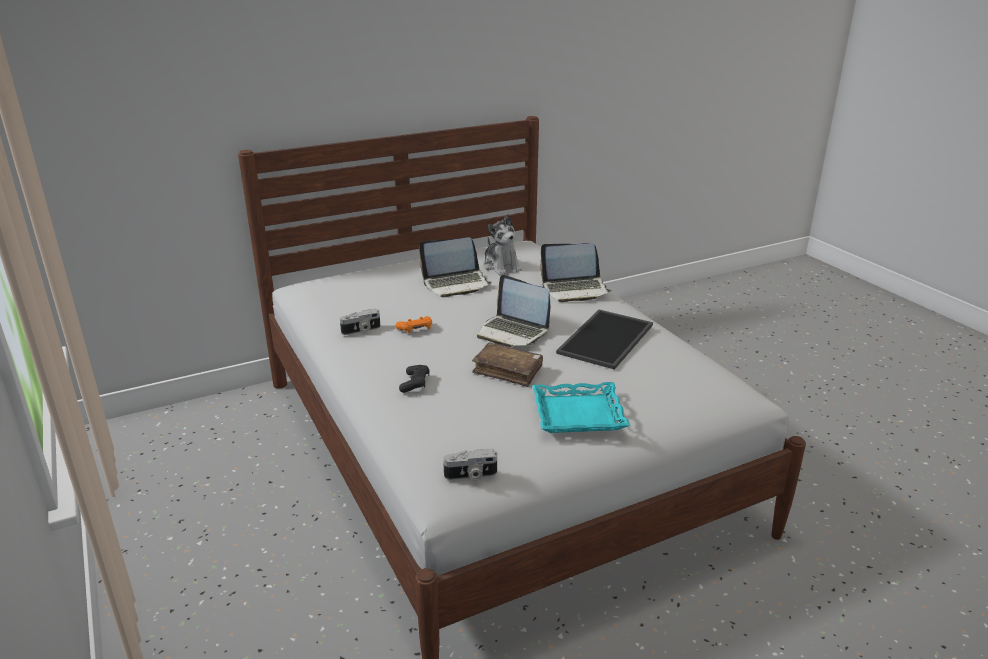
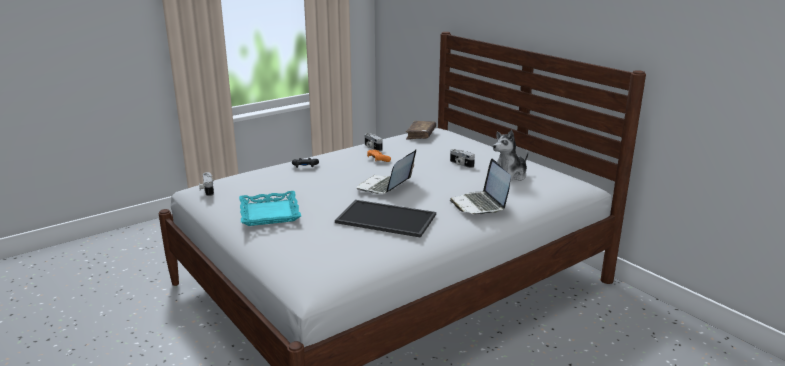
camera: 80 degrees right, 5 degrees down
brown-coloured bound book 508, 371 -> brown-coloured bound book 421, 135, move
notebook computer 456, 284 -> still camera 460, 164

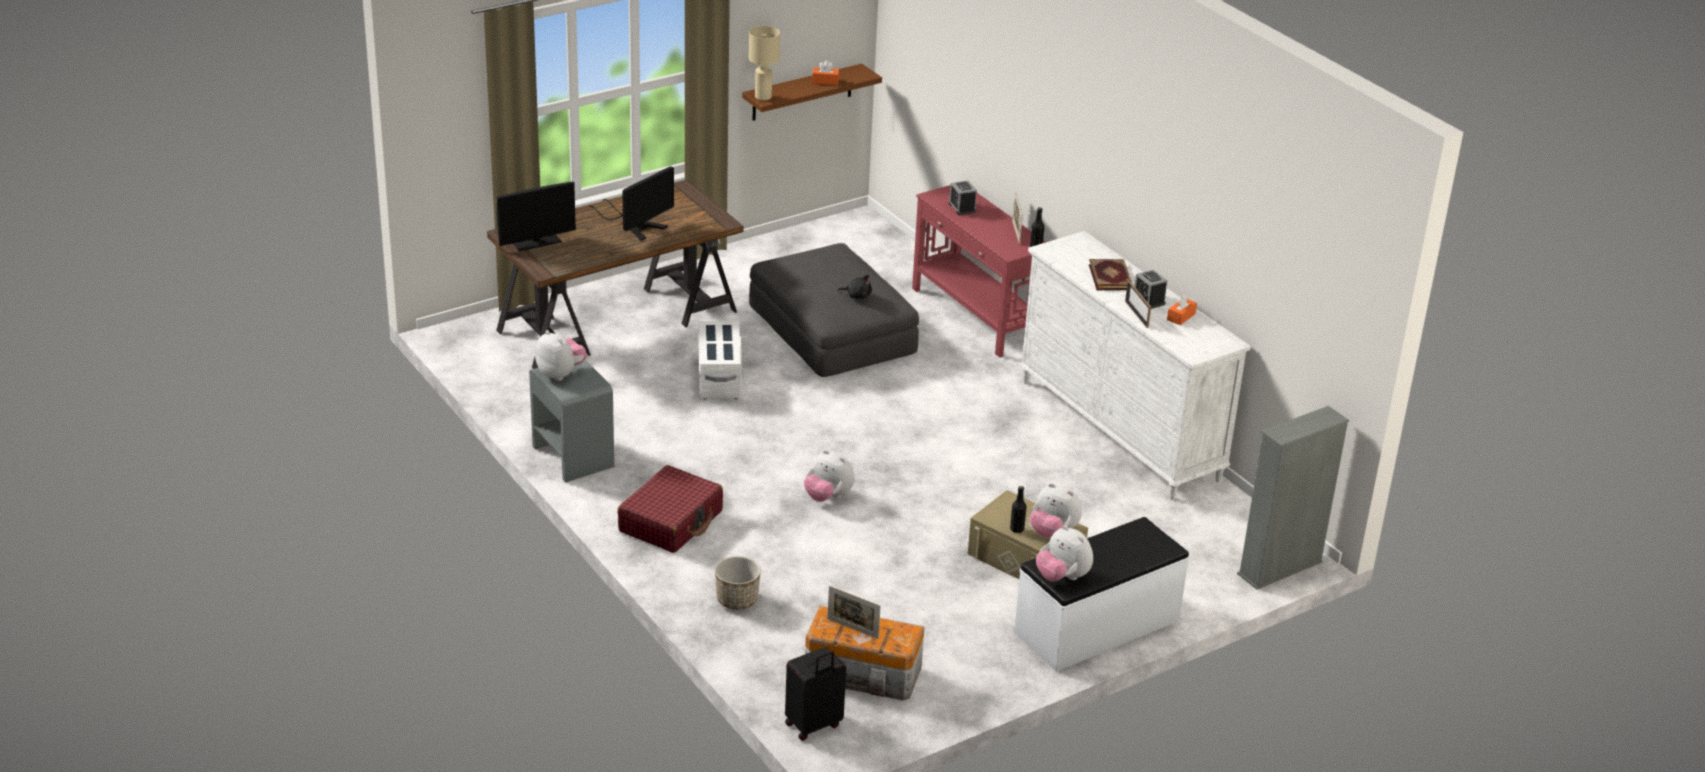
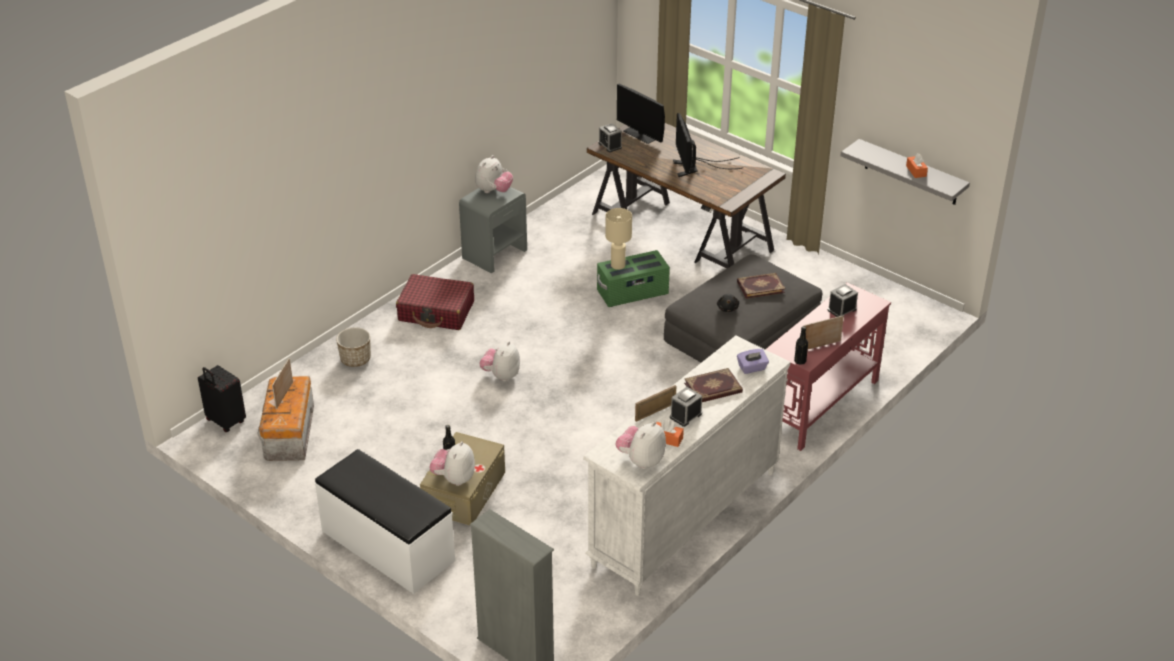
camera: 75 degrees right, 5 degrees up
white storage container 719, 378 -> green storage container 632, 293
none -> table clock 610, 145
beige-coloured tabletop lamp 763, 97 -> beige-coloured tabletop lamp 618, 265, move
soft toy 1062, 577 -> soft toy 641, 460, move
monitor 636, 225 -> monitor 695, 167, 60 degrees clockwise
none -> bound book 760, 286
none -> purple tissue box 752, 368
brown-coloured shelf 802, 92 -> greyish shelf 911, 173

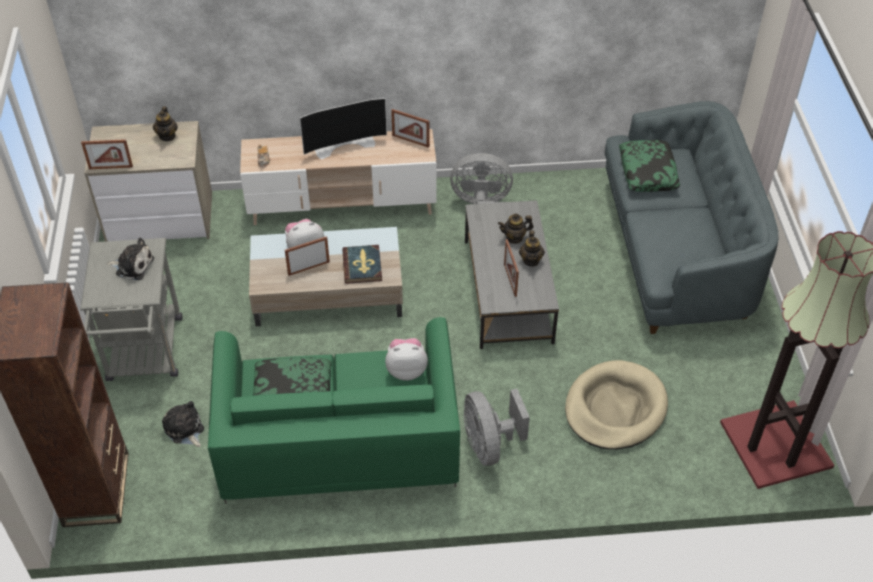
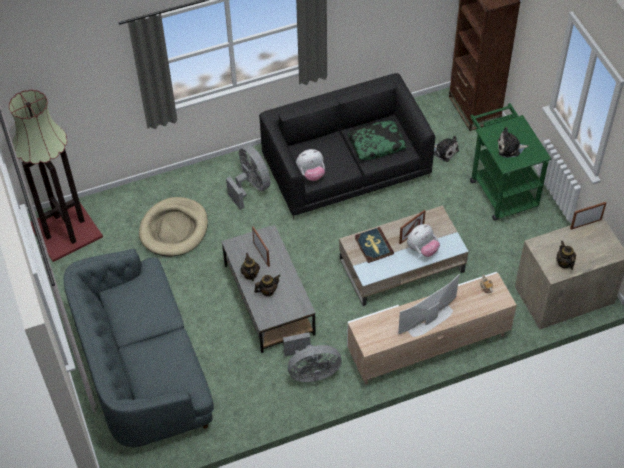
camera: 165 degrees right, 5 degrees up
green sofa 338, 441 -> black sofa 346, 167
greyish trolley 144, 355 -> green trolley 500, 189
standing frame 410, 141 -> none
throw pillow 648, 172 -> none

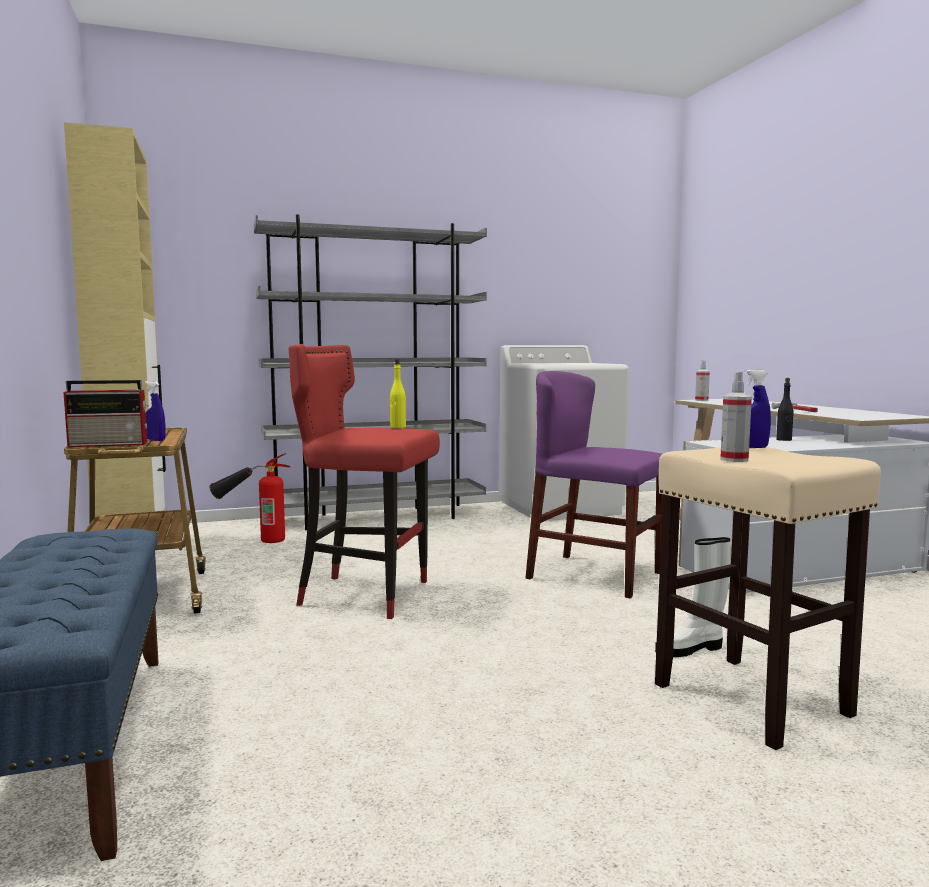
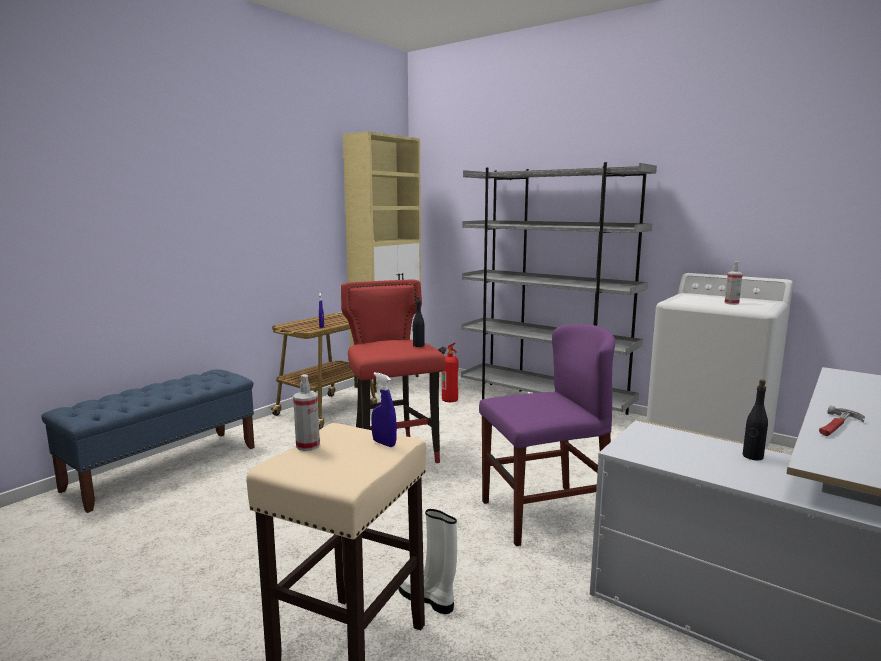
camera: 55 degrees right, 5 degrees up
yellow drink bottle 397, 427 -> black drink bottle 418, 345
purple chair 595, 575 -> purple chair 543, 514, 75 degrees clockwise
spray bottle 701, 400 -> spray bottle 731, 303, move
radio set 110, 444 -> none

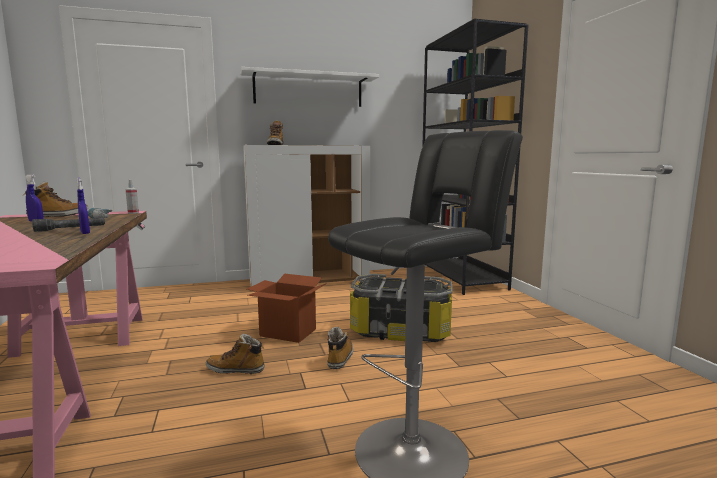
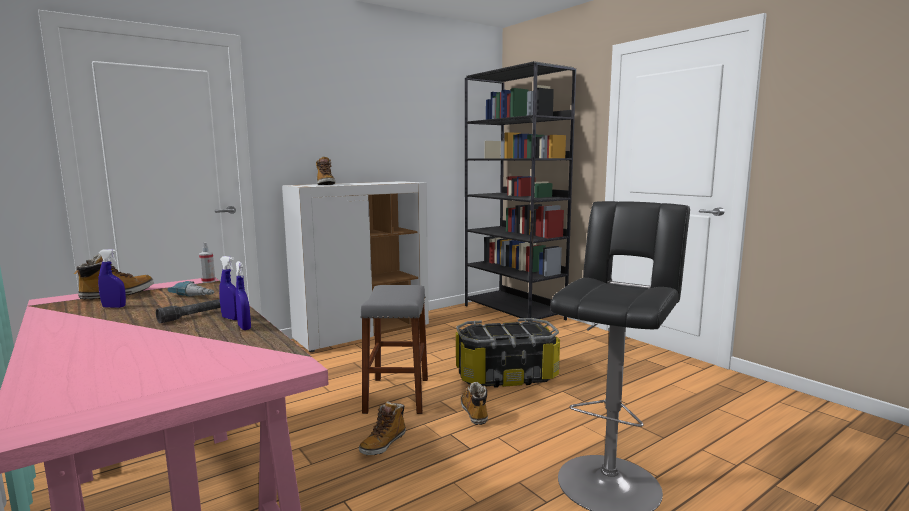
camera: 20 degrees left, 0 degrees up
none -> bluish spray bottle 244, 327
tall boot 236, 370 -> tall boot 383, 444, 45 degrees counterclockwise
carton 287, 332 -> greyish stool seat 397, 395
white shelf 308, 90 -> none

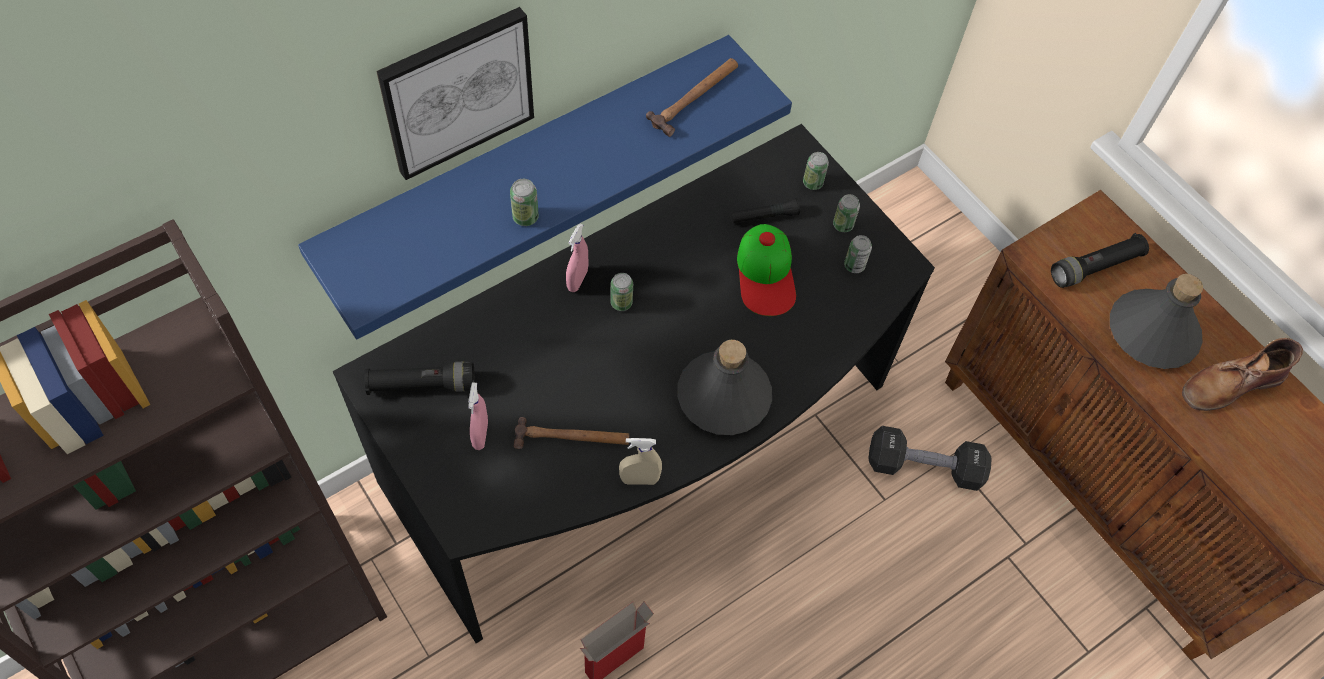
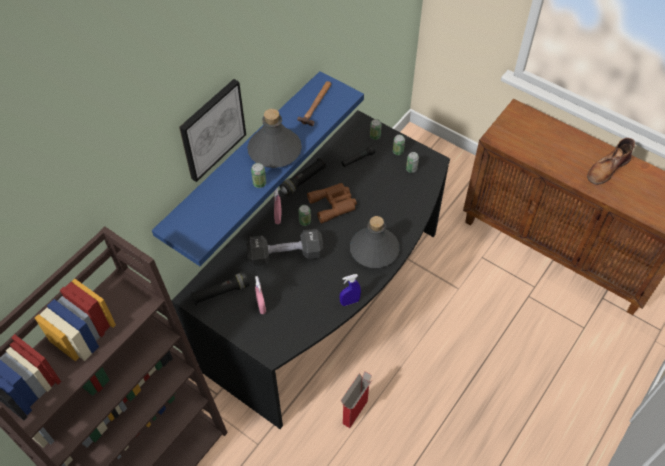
camera: 15 degrees left, 5 degrees down
black hand weight 924, 466 -> black hand weight 285, 255, move
greyish drink bottle 1151, 333 -> greyish drink bottle 274, 151, move
black torch 1095, 267 -> black torch 303, 180, move
none -> brown-coloured field glasses 334, 204
beige-coloured spray bottle 639, 479 -> bluish spray bottle 349, 302
hammer 572, 438 -> none
baseball cap 766, 274 -> none

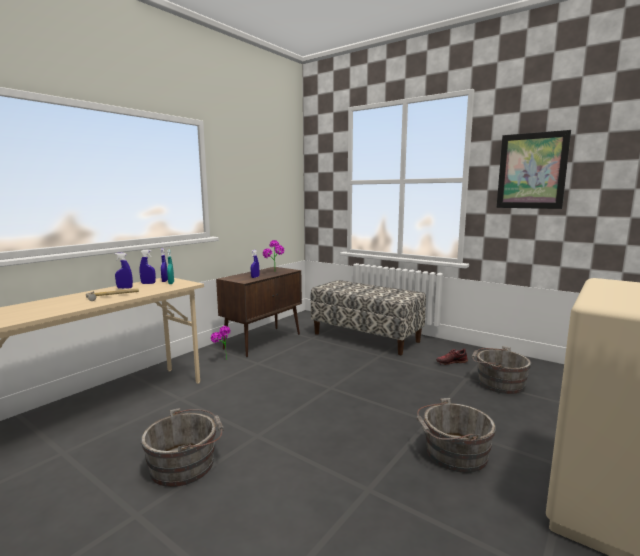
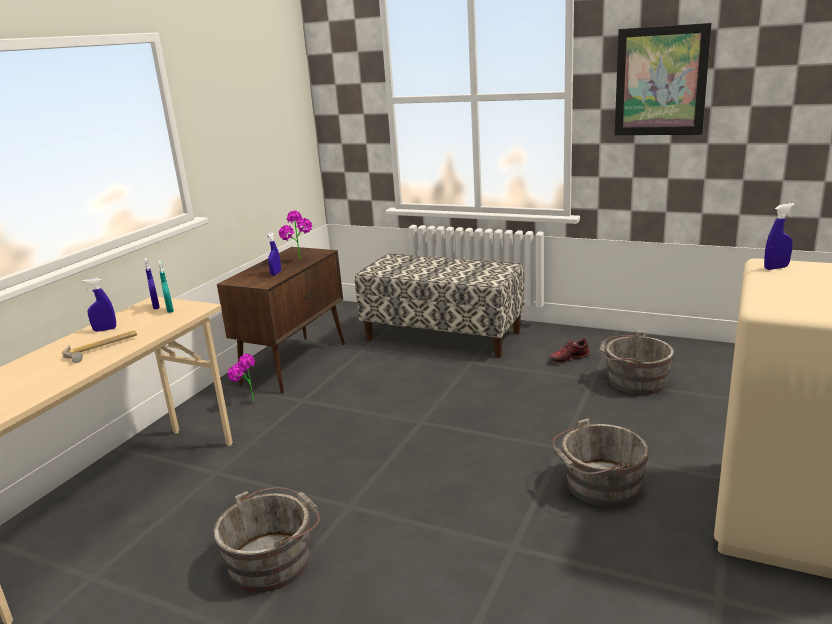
camera: 10 degrees left, 10 degrees up
bluish spray bottle 148, 283 -> bluish spray bottle 776, 268, move

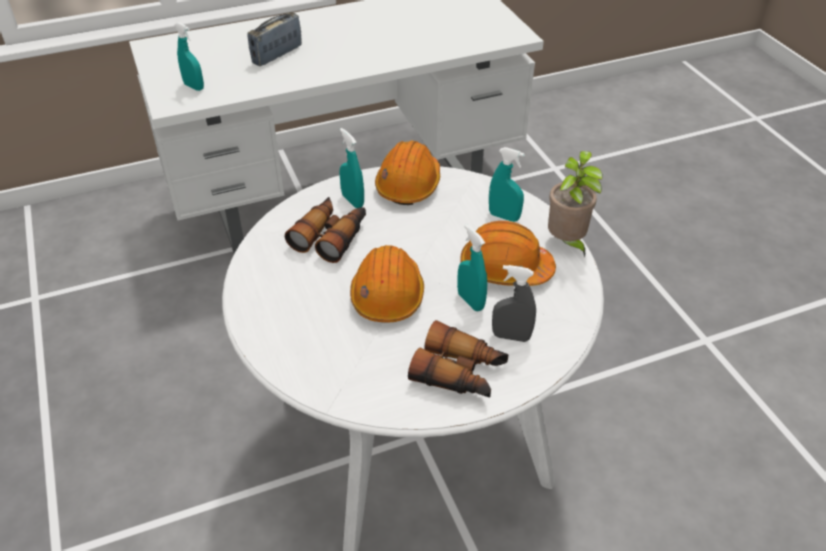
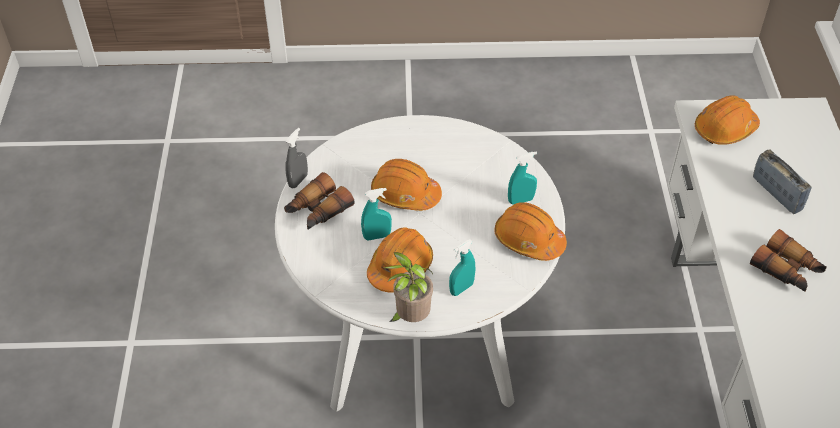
camera: 110 degrees right, 5 degrees up
greyish spray bottle 511, 336 -> greyish spray bottle 298, 181, move
turquoise-coloured spray bottle 194, 87 -> orangey hard hat 724, 129
field glasses 331, 236 -> field glasses 787, 270, move

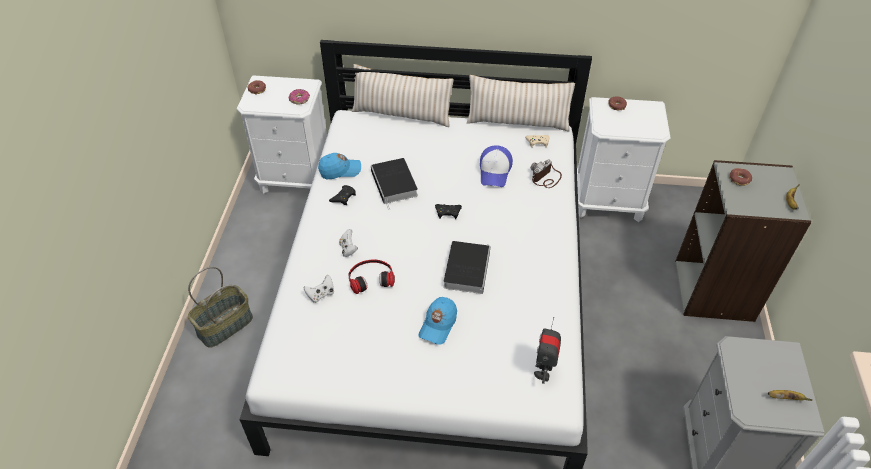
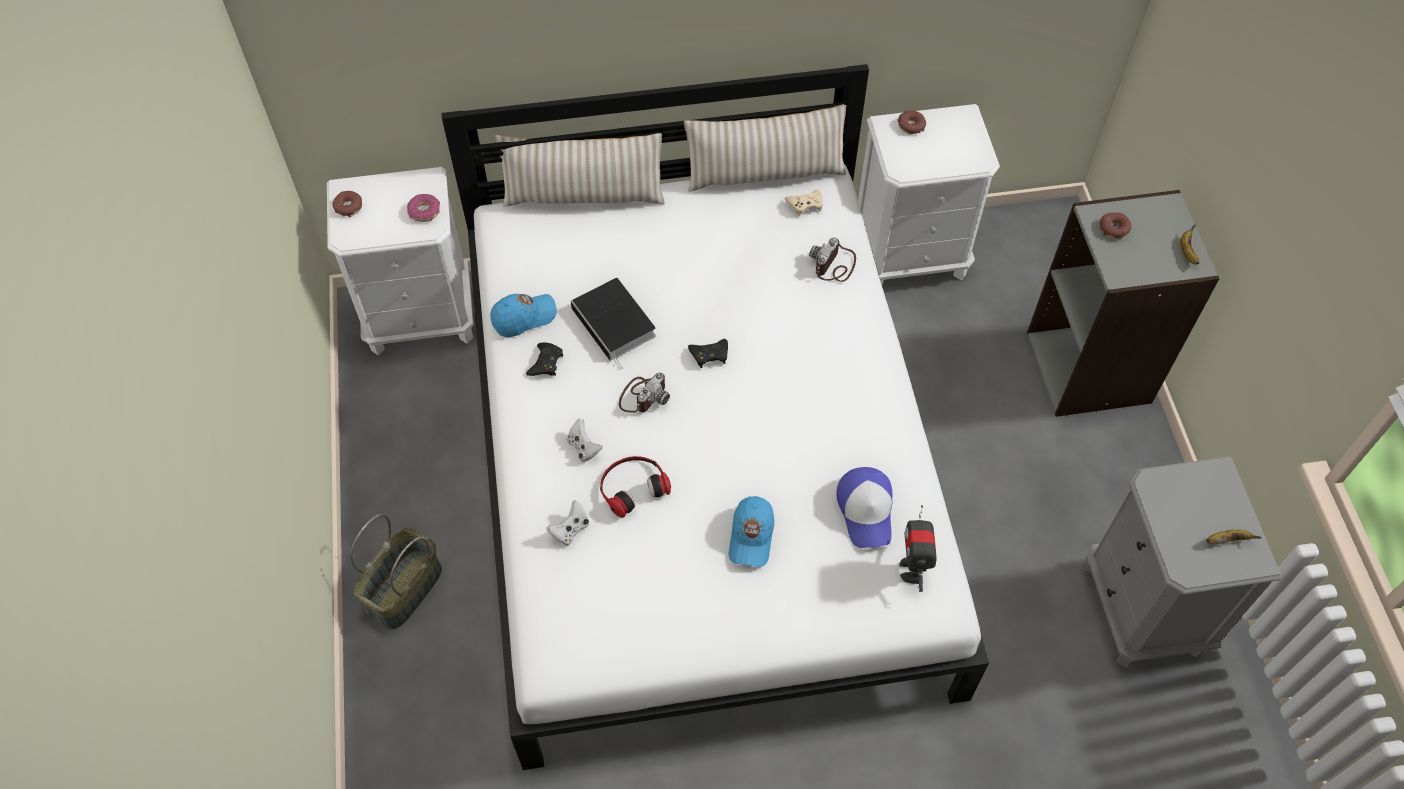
camera: 15 degrees left, 10 degrees up
none -> still camera 643, 395
baseball cap 495, 171 -> baseball cap 866, 510, move
bound book 466, 268 -> none

